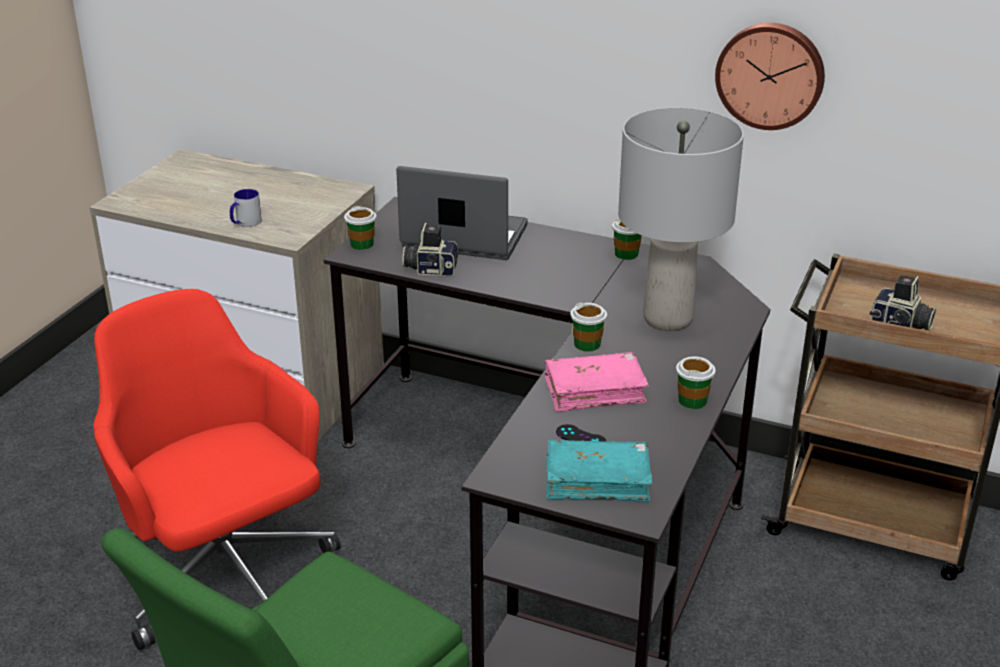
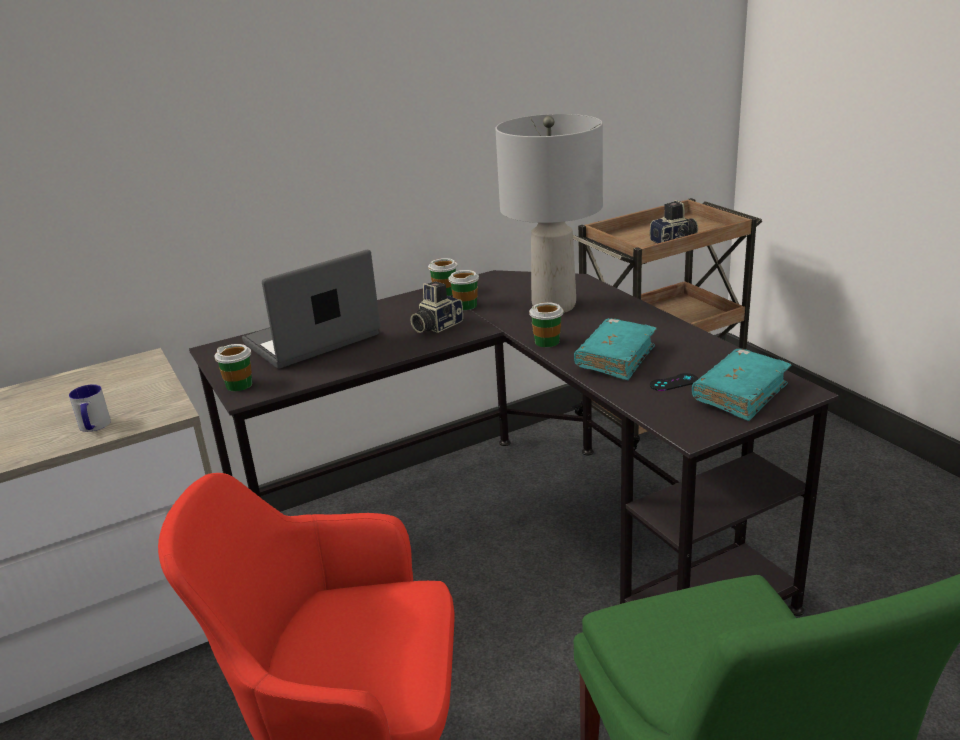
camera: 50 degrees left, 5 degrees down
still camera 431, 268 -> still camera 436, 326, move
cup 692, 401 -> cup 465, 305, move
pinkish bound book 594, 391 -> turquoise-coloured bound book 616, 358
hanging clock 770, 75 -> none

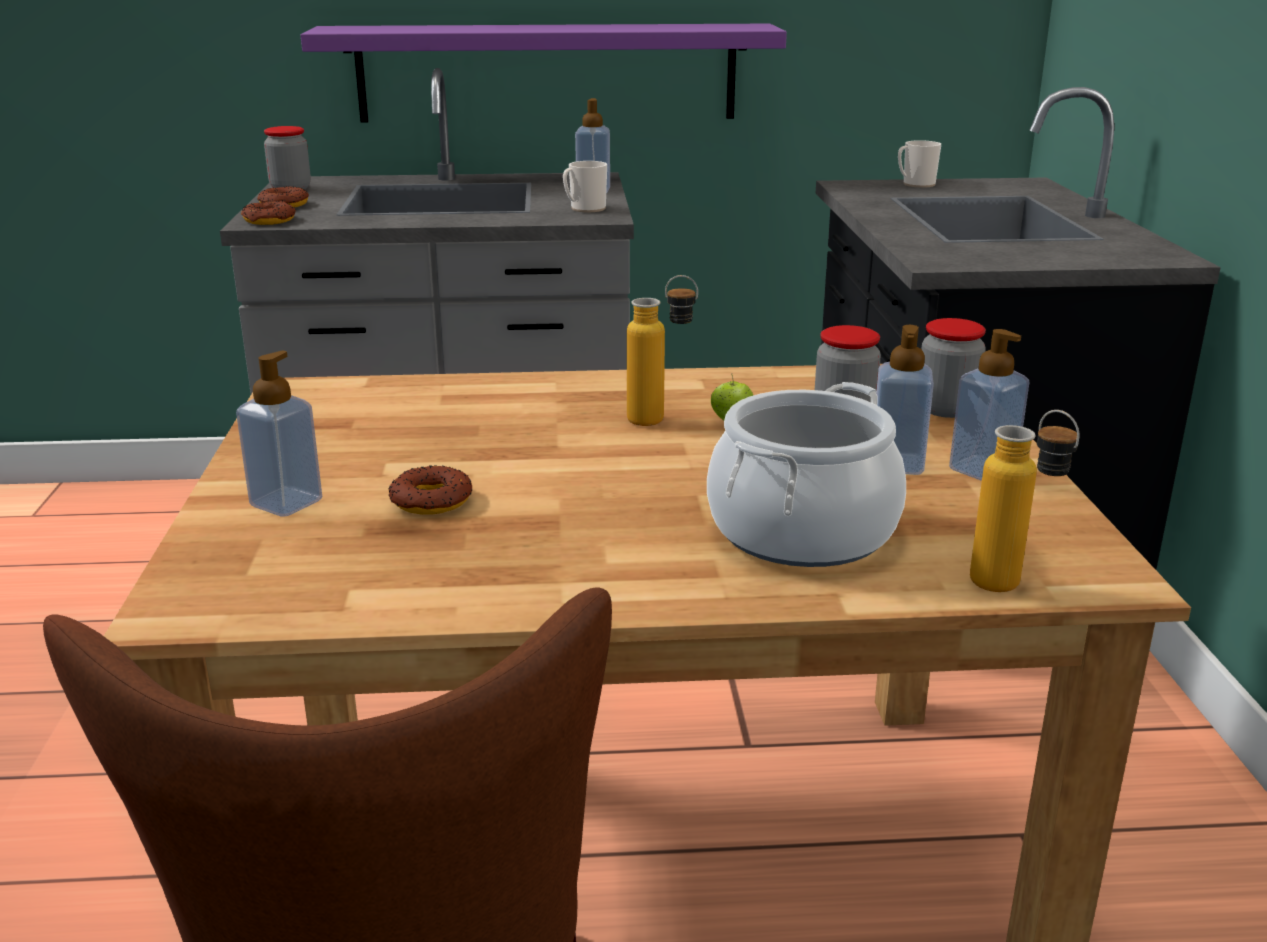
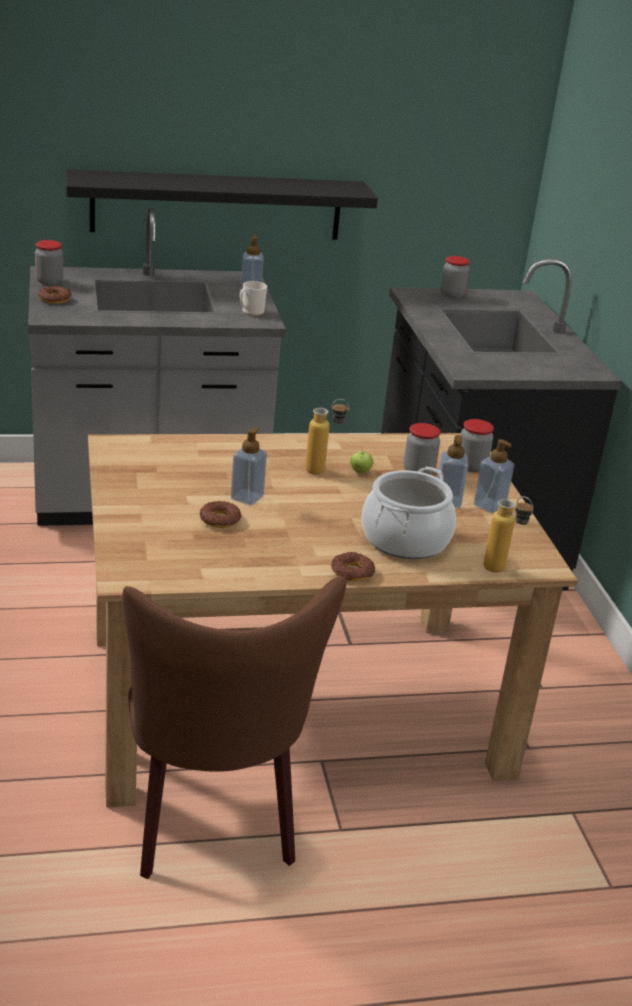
camera: 10 degrees left, 5 degrees up
purple shelf 547, 73 -> black shelf 217, 205
liquid soap bottle 286, 503 -> liquid soap bottle 247, 498, move
donut 269, 220 -> donut 352, 572, move
tea mug 915, 184 -> storage jar 452, 295

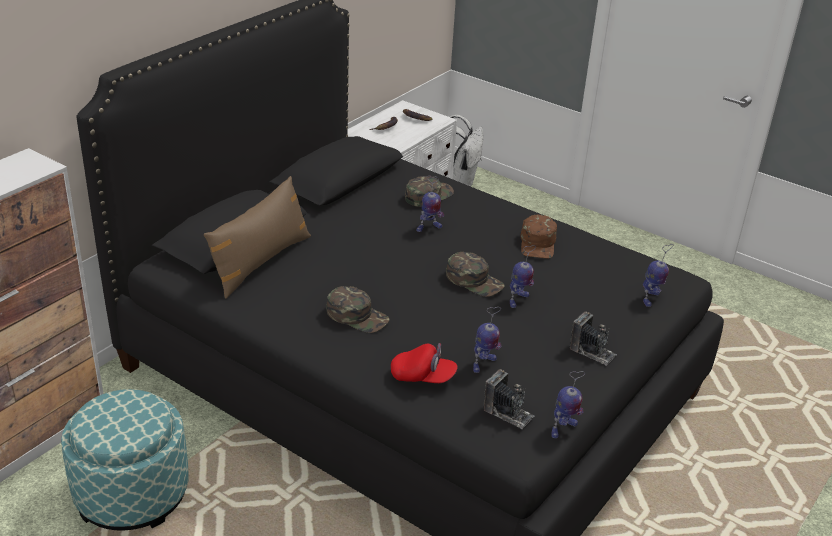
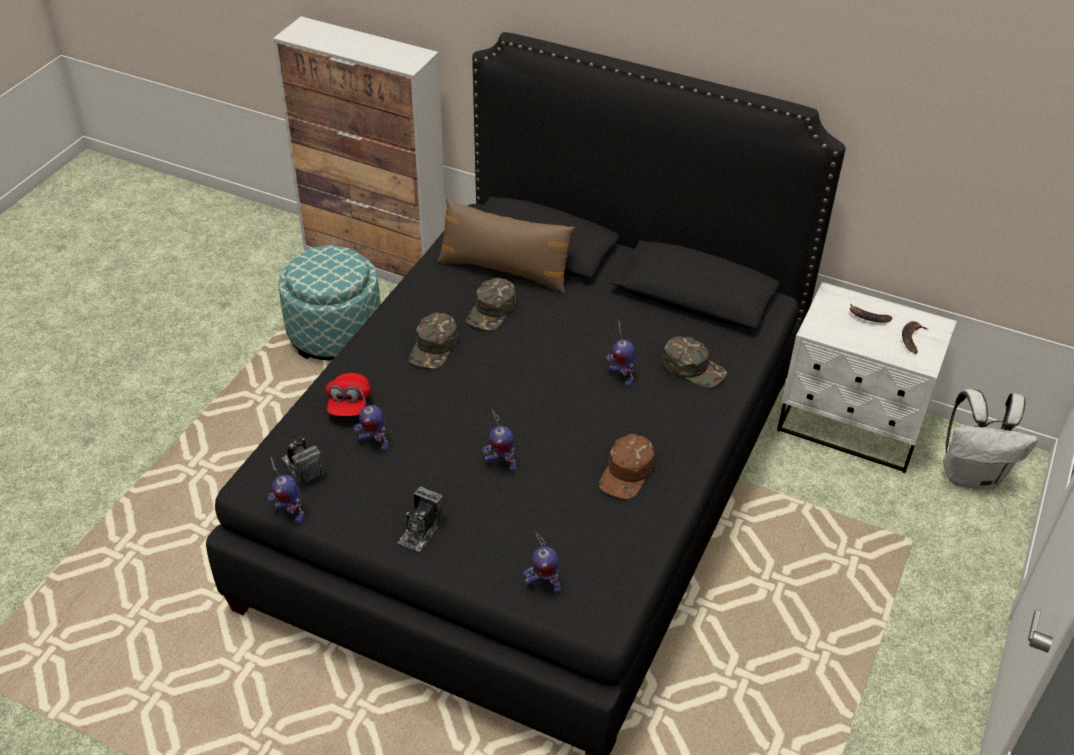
camera: 80 degrees right, 10 degrees up
still camera 508, 413 -> still camera 302, 467, 120 degrees clockwise
green baseball cap 474, 280 -> green baseball cap 492, 310, move
brown-coloured baseball cap 538, 243 -> brown-coloured baseball cap 627, 473, 60 degrees counterclockwise

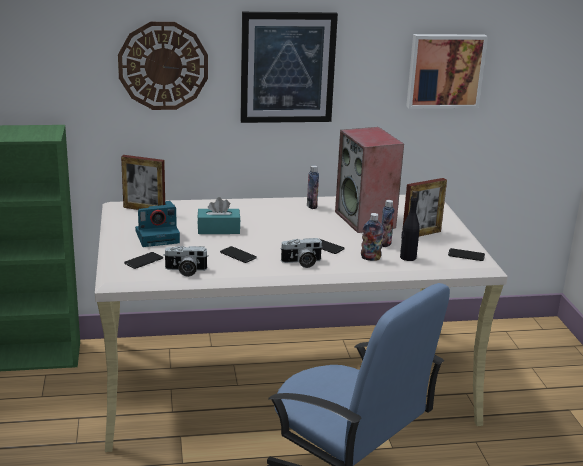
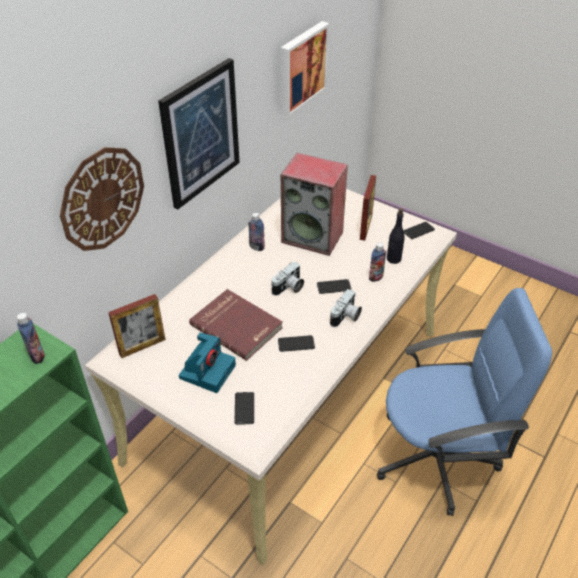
camera: 45 degrees left, 20 degrees up
drink bottle 385, 243 -> drink bottle 37, 356, move
turquoise-coloured tissue box 218, 229 -> reddish bound book 237, 325
still camera 185, 271 -> still camera 289, 288, move

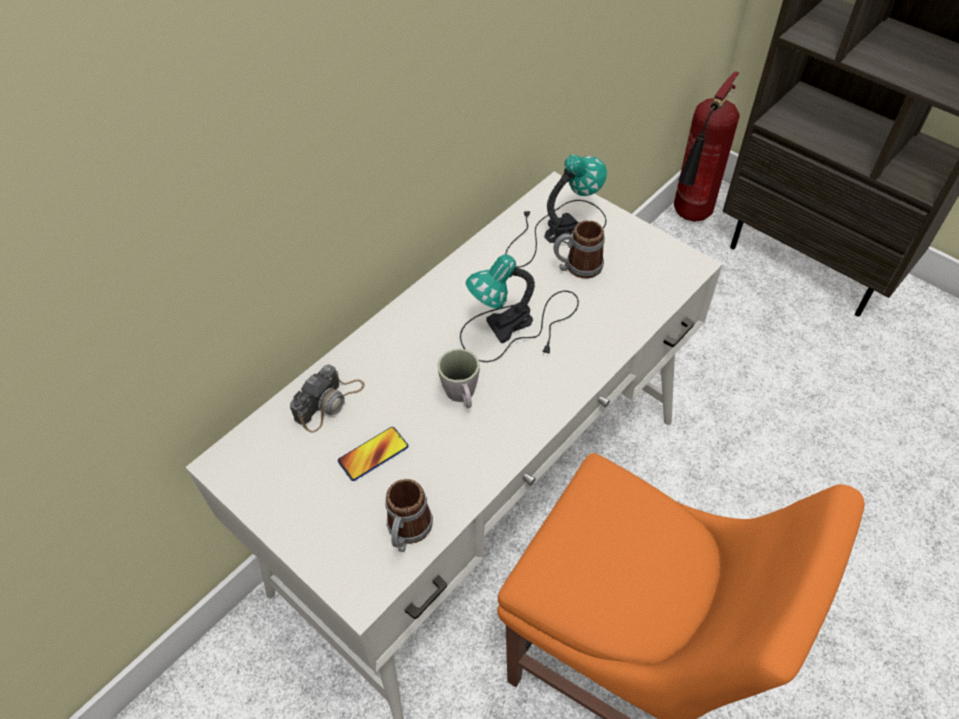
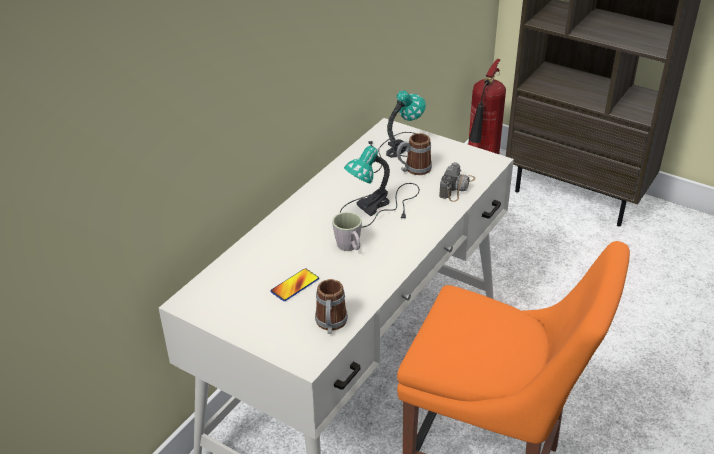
camera: 10 degrees left, 15 degrees down
still camera 329, 402 -> still camera 457, 187, move

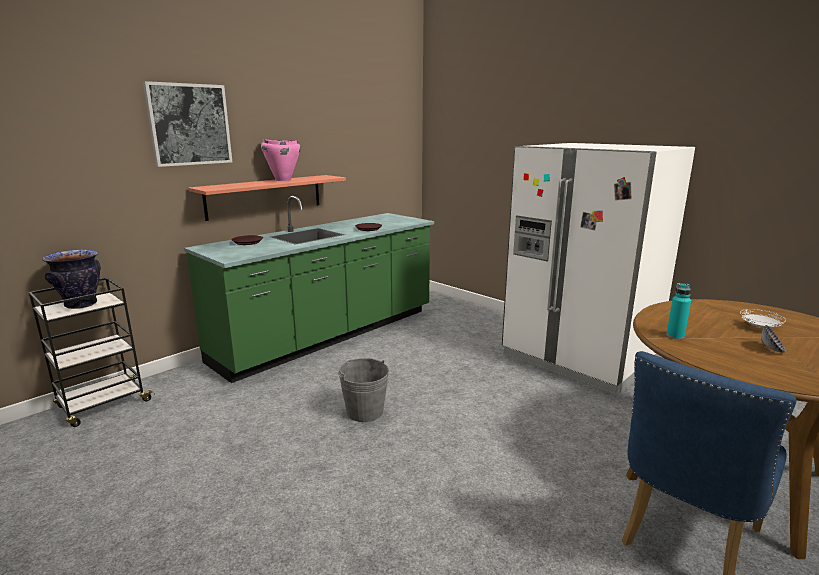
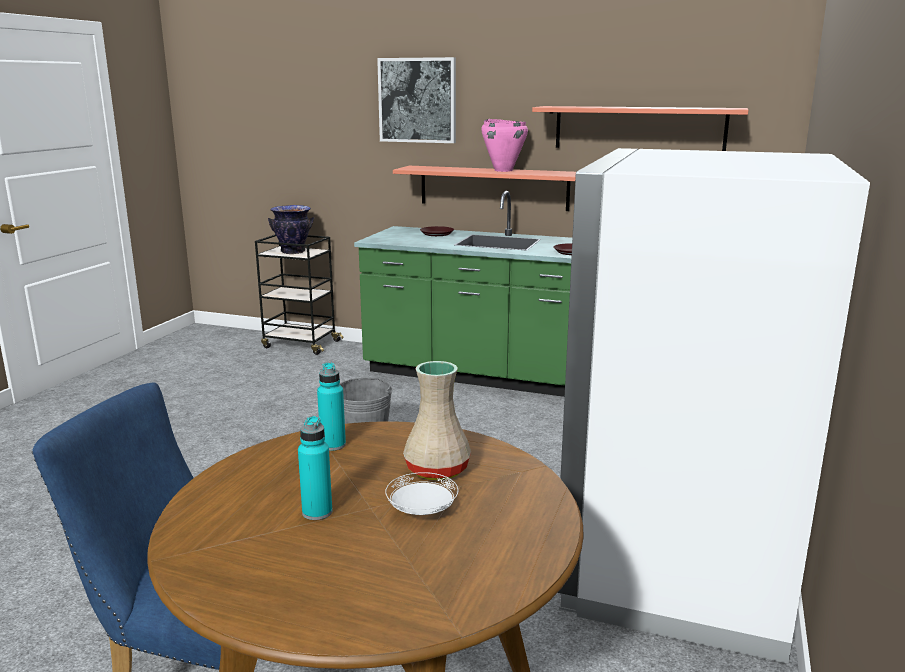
camera: 65 degrees right, 0 degrees up
bowl 771, 349 -> turquoise-coloured drink bottle 317, 512
none -> beige-coloured flower vase 436, 470
none -> shelf 639, 128

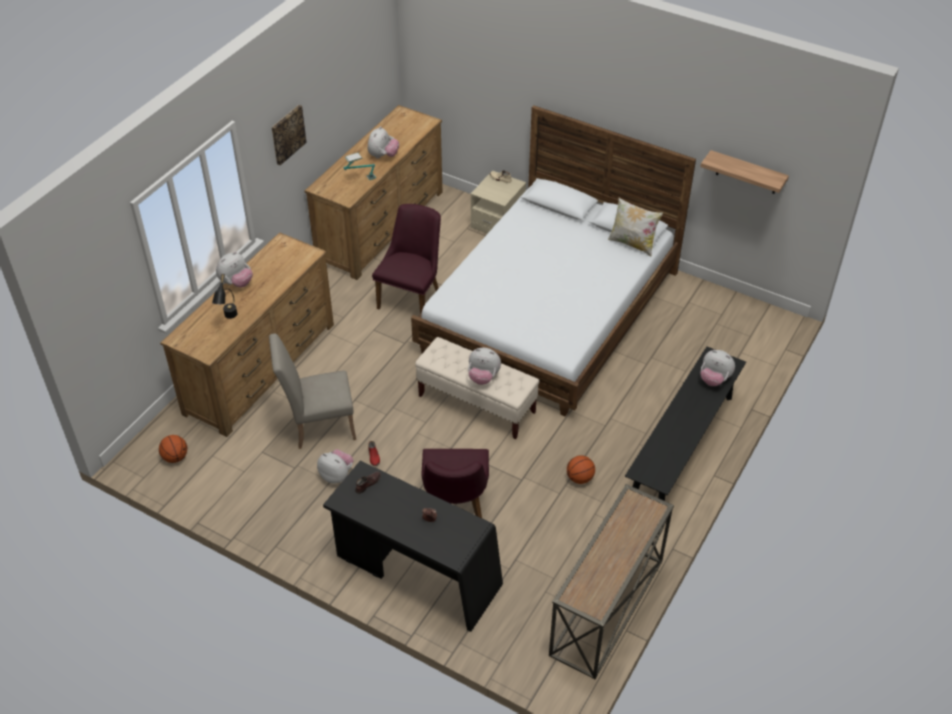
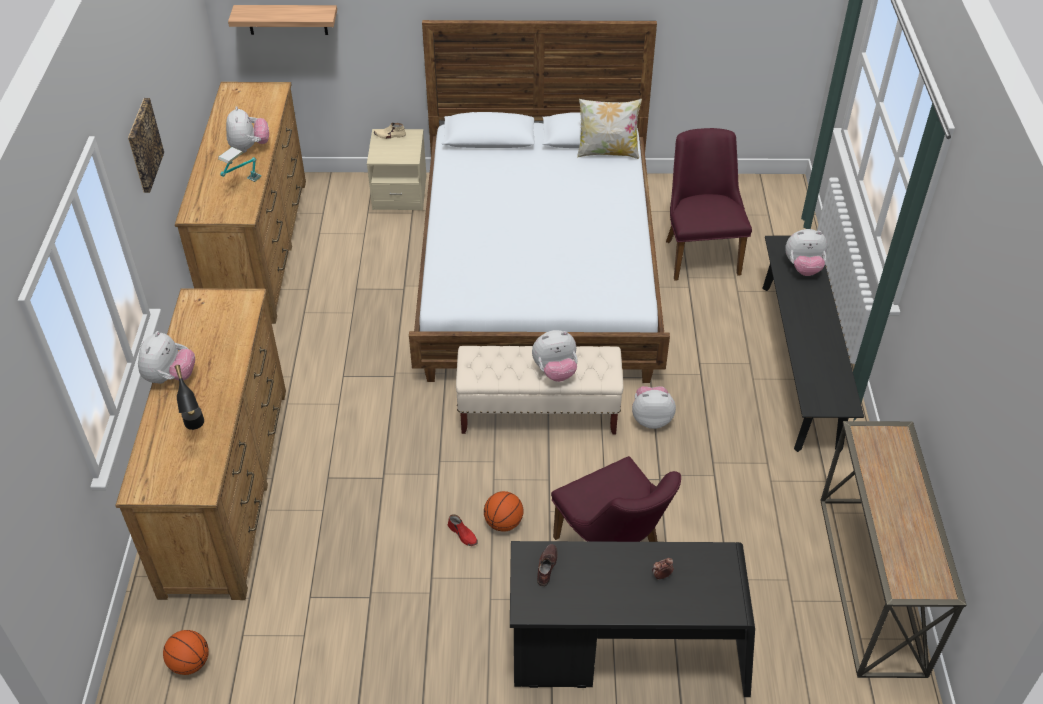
camera: 30 degrees left, 0 degrees up
shelf 747, 173 -> shelf 287, 19, move
basketball 579, 478 -> basketball 503, 523, move
soft toy 337, 475 -> soft toy 651, 418, move
purple chair 413, 297 -> purple chair 699, 252, move
beige-coloured chair 318, 427 -> none

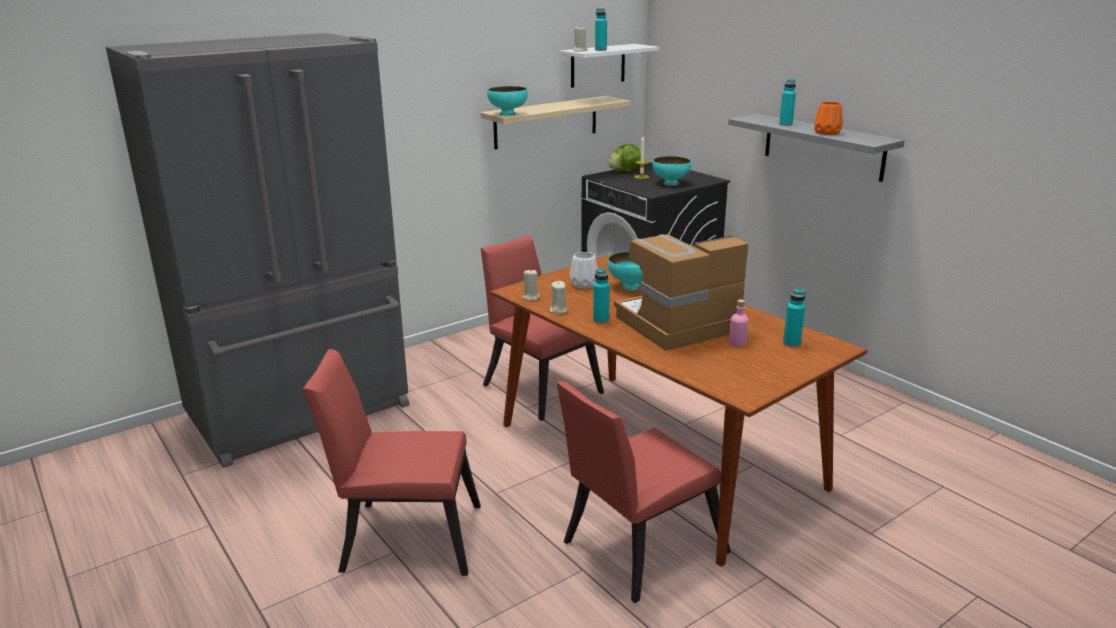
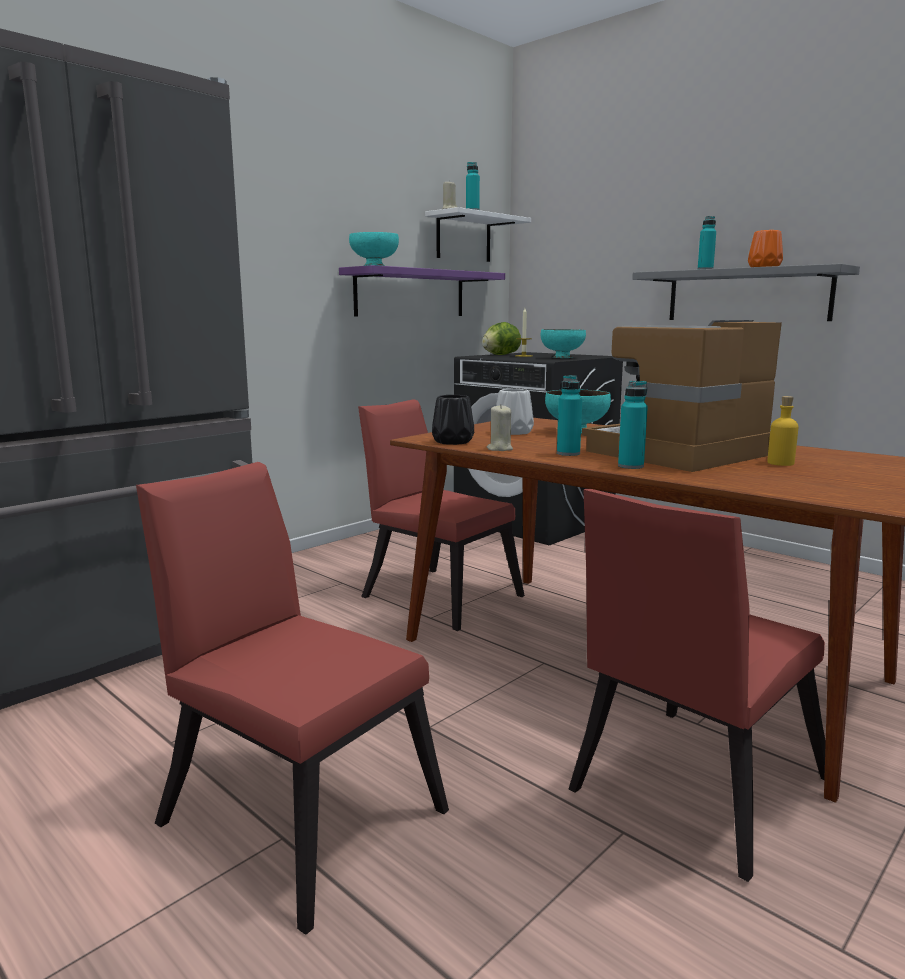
camera: 10 degrees left, 10 degrees down
reddish chair 403, 536 -> reddish chair 295, 808, 45 degrees clockwise
beige-coloured shelf 546, 122 -> purple shelf 411, 293
beige-coloured wax light 531, 297 -> black flower vase 451, 441
turquoise-coloured drink bottle 791, 343 -> turquoise-coloured drink bottle 630, 466, move
pinkish drink bottle 737, 343 -> yellow drink bottle 780, 463

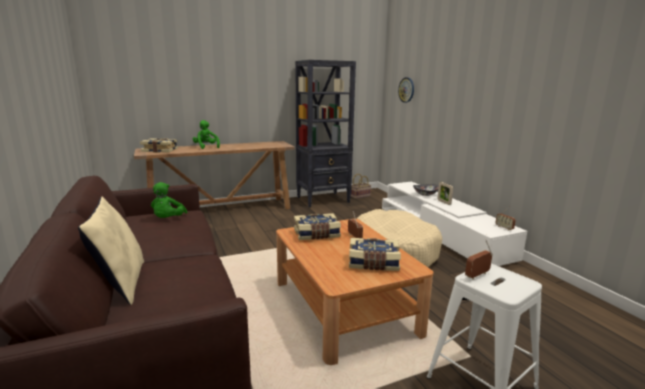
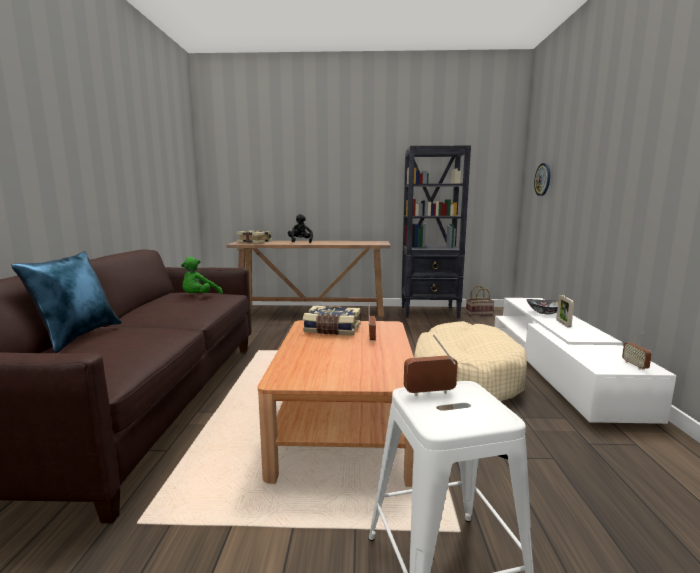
camera: 25 degrees right, 5 degrees down
beige-coloured throw pillow 121, 284 -> bluish throw pillow 78, 336
green soft toy 206, 147 -> black soft toy 300, 242
bound book 373, 263 -> none

